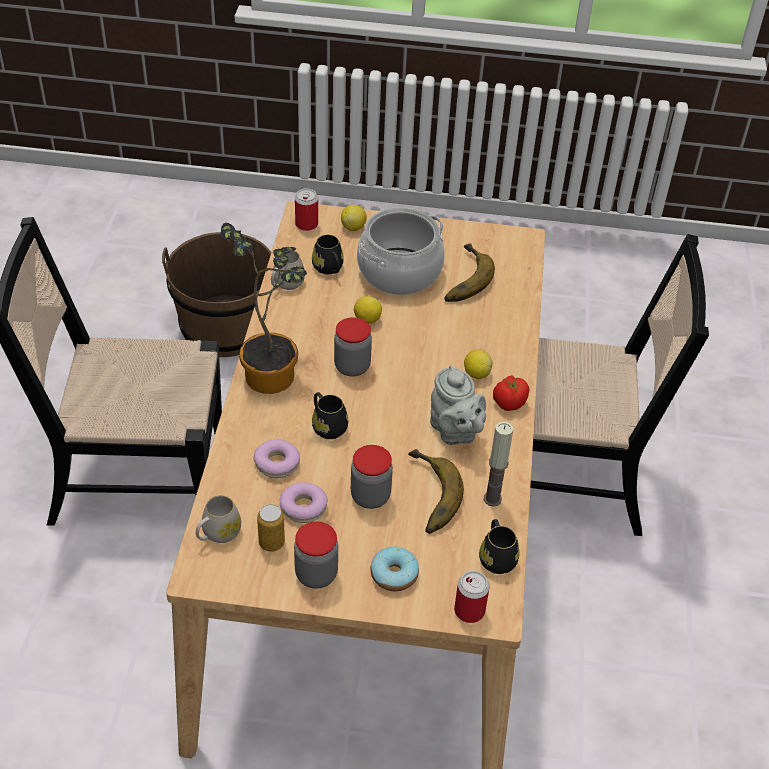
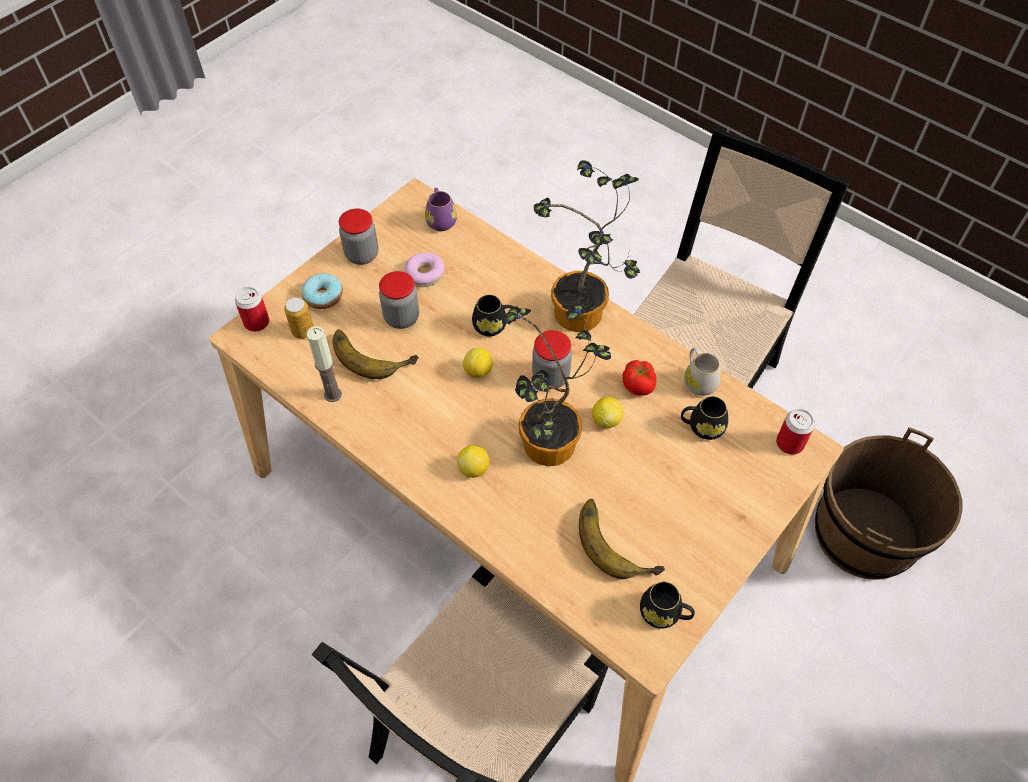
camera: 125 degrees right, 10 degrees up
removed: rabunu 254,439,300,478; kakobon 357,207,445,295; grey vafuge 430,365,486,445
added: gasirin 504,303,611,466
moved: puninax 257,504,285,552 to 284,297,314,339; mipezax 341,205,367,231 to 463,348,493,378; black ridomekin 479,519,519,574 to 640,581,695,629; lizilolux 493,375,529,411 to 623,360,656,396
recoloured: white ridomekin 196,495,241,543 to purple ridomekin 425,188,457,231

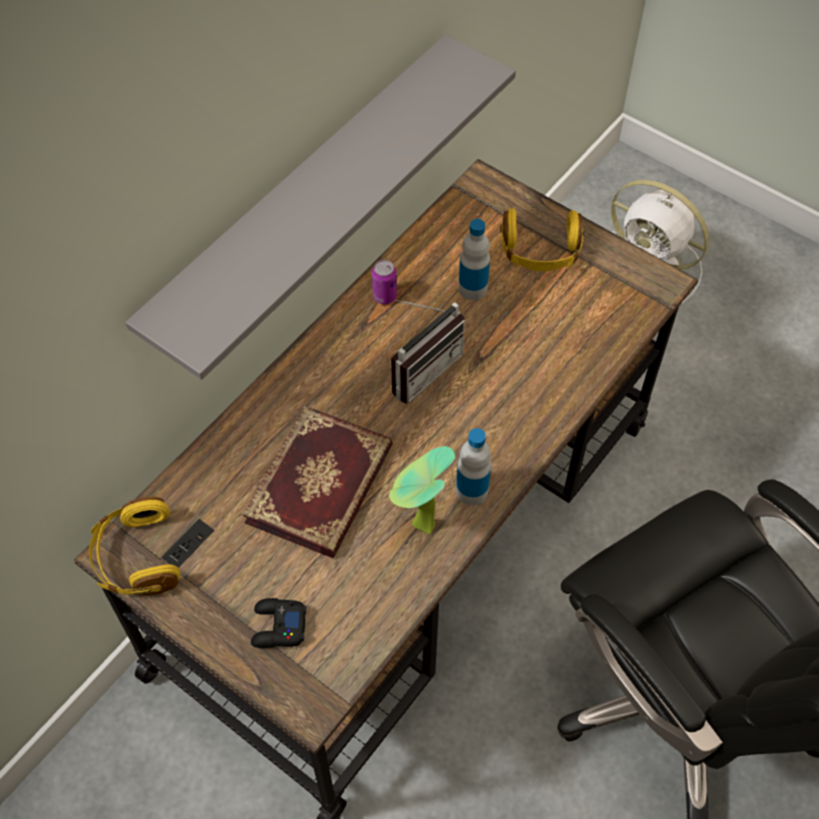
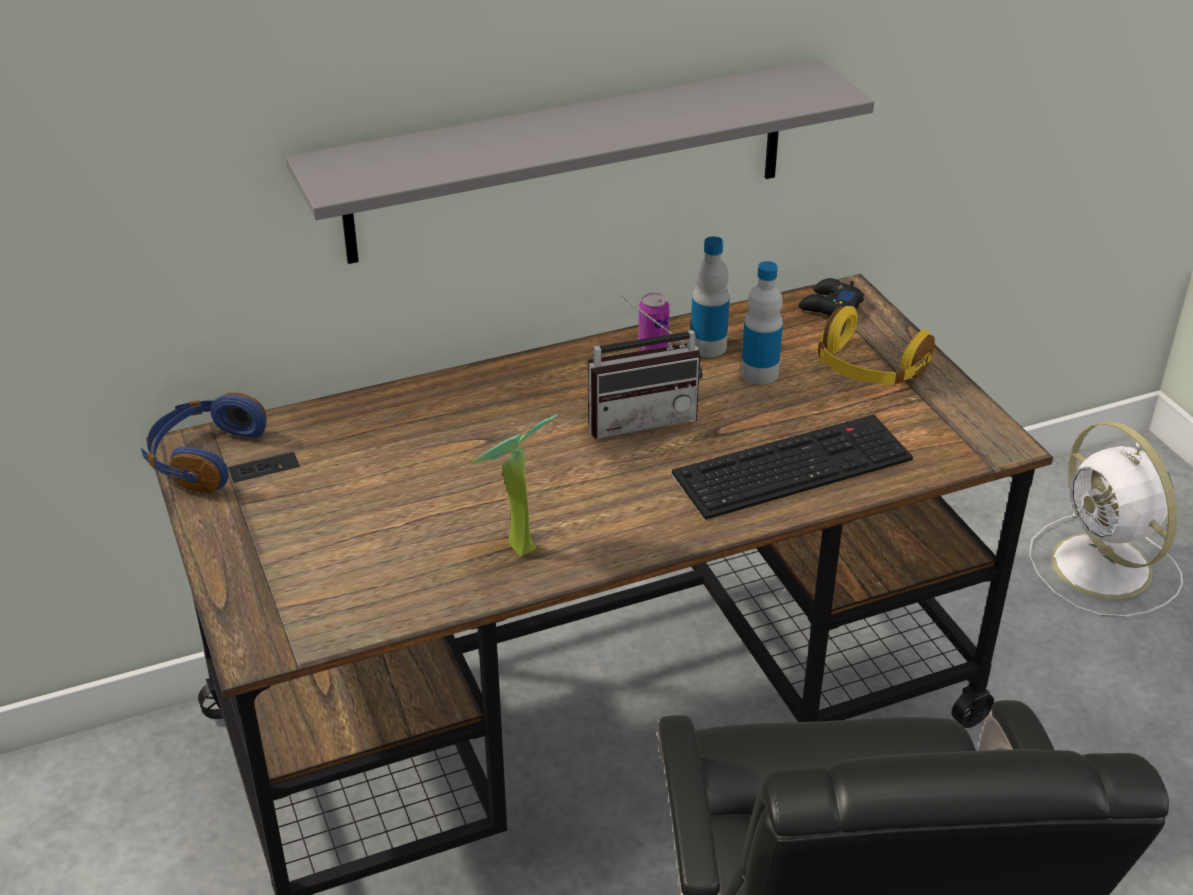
camera: 30 degrees right, 20 degrees down
removed: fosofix 243,406,393,558
added: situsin 672,414,913,520
moved: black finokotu 251,598,306,648 to 799,278,864,316; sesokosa 456,428,491,505 to 691,236,730,358
recoloured: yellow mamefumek 89,496,180,596 to blue mamefumek 141,393,267,493

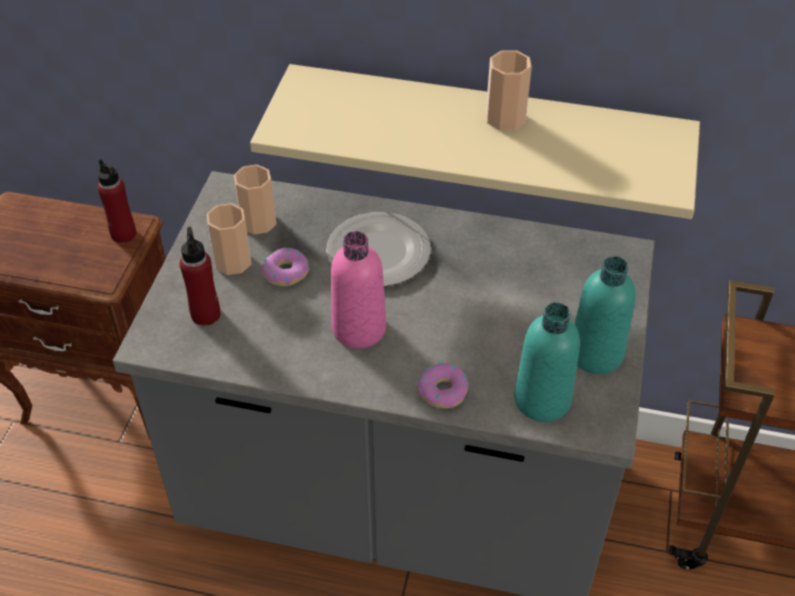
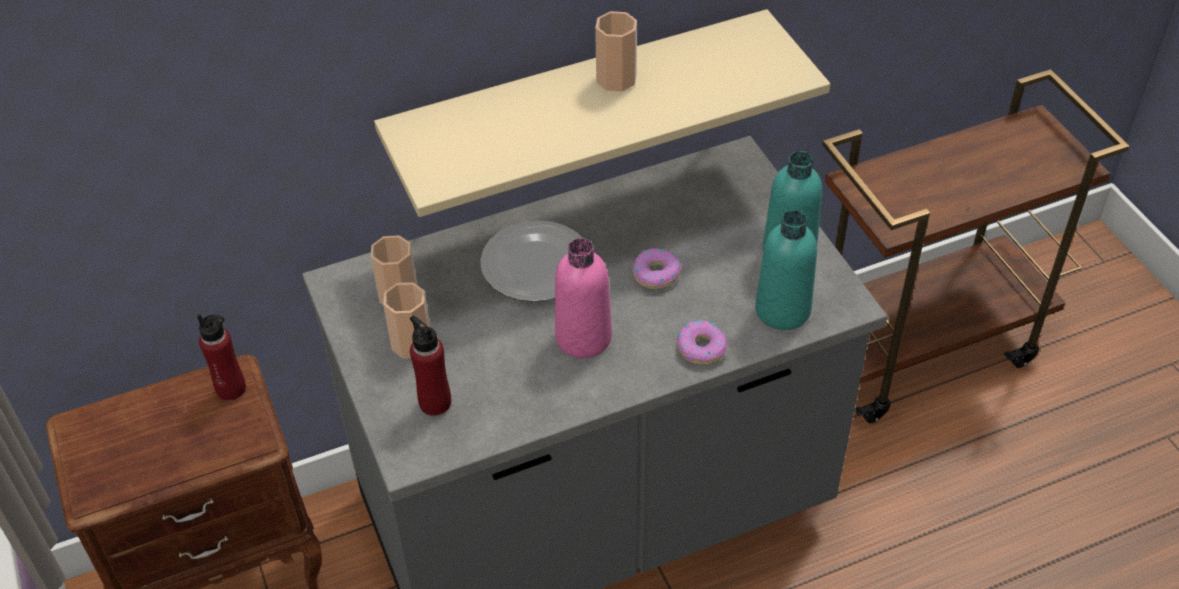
camera: 35 degrees left, 0 degrees up
moved: rabunu 262,248,309,287 to 633,248,681,289

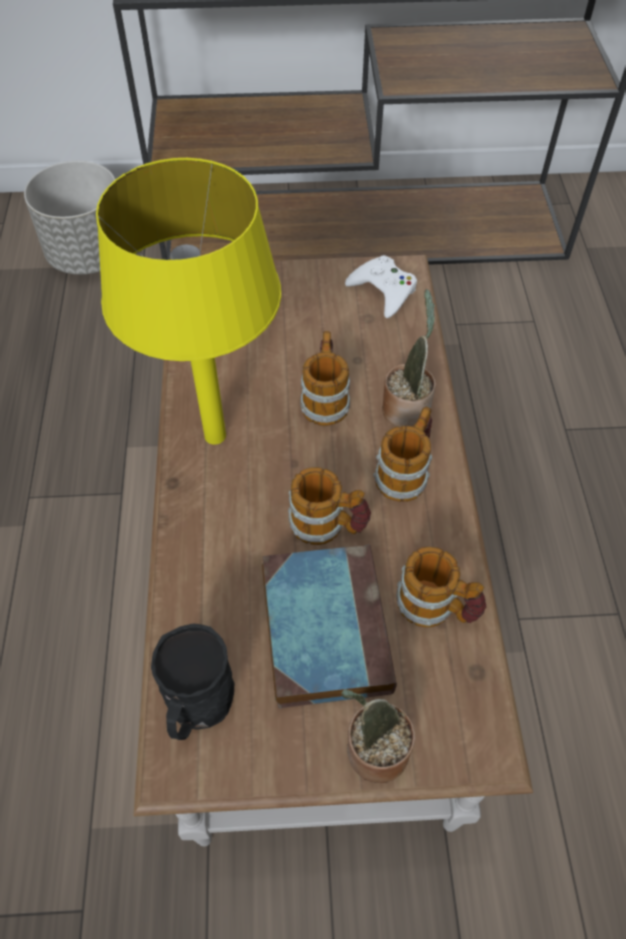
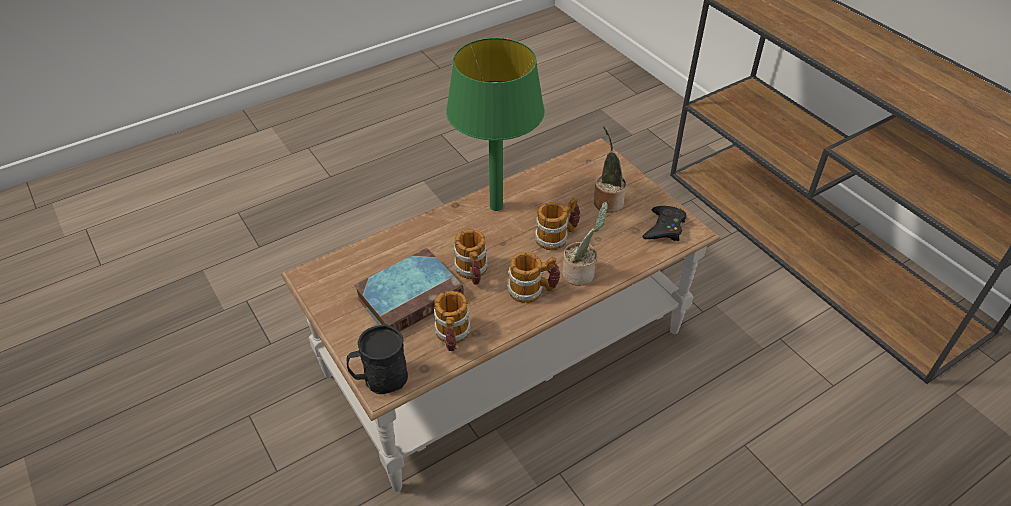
camera: 60 degrees right, 10 degrees down
removed: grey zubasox 24,161,115,275
moved: black ridomekin 151,623,234,740 to 346,324,408,394; gasirin 341,689,415,783 to 594,126,626,213
recoloured: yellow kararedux 96,158,281,445 to green kararedux 446,38,545,211; white finokotu 345,255,417,318 to black finokotu 642,206,687,241

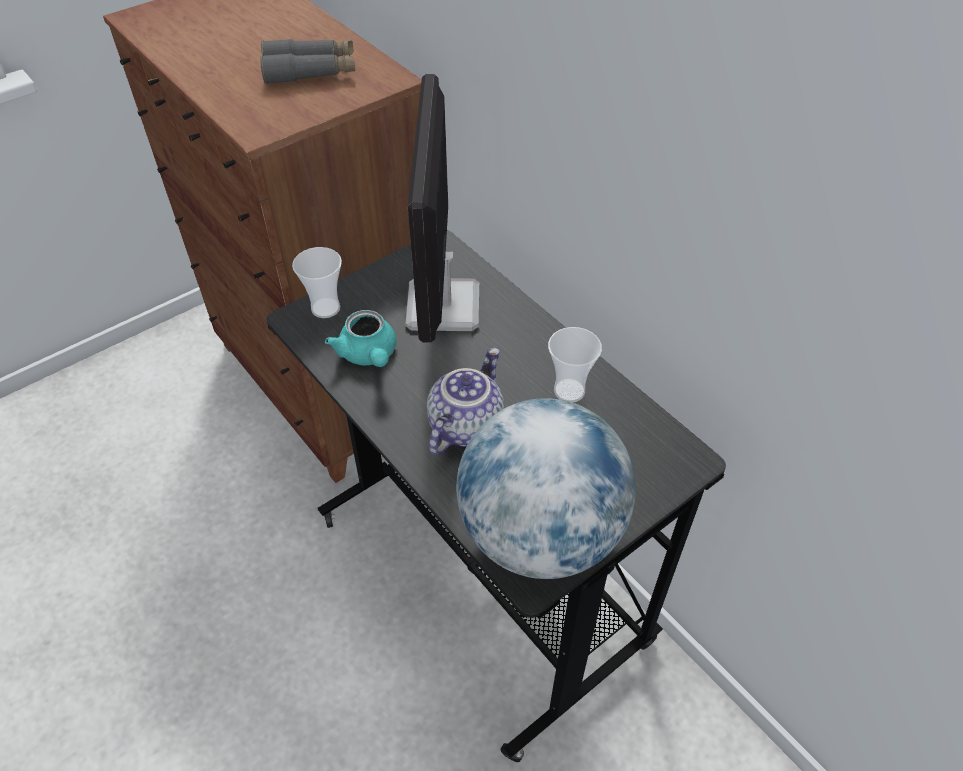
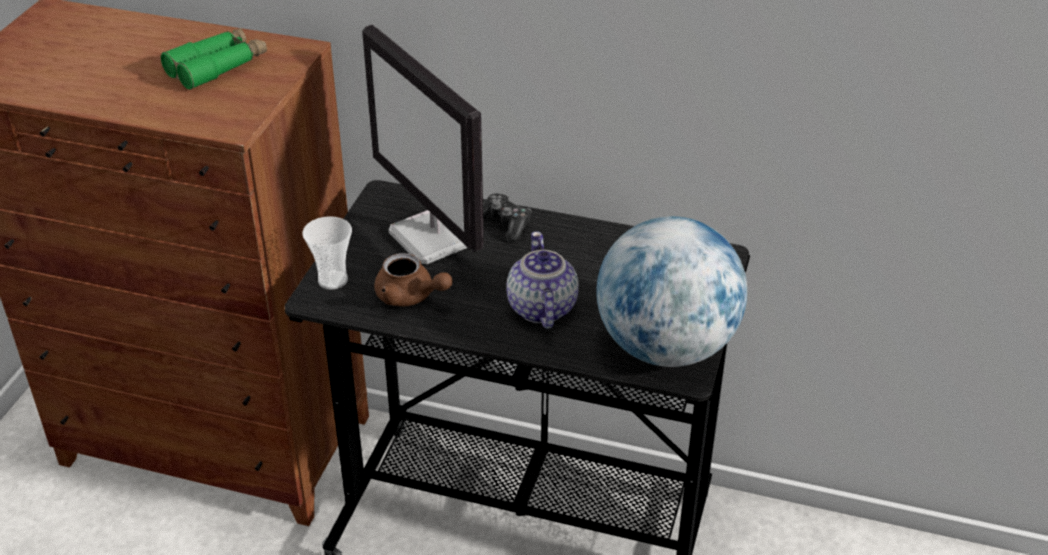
camera: 35 degrees left, 10 degrees down
removed: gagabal 548,327,602,402
added: finokotu 483,193,531,242
recoloured: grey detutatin 260,39,355,84 to green detutatin 161,28,267,90; turquoise vafuge 325,310,396,367 to brown vafuge 374,253,453,306

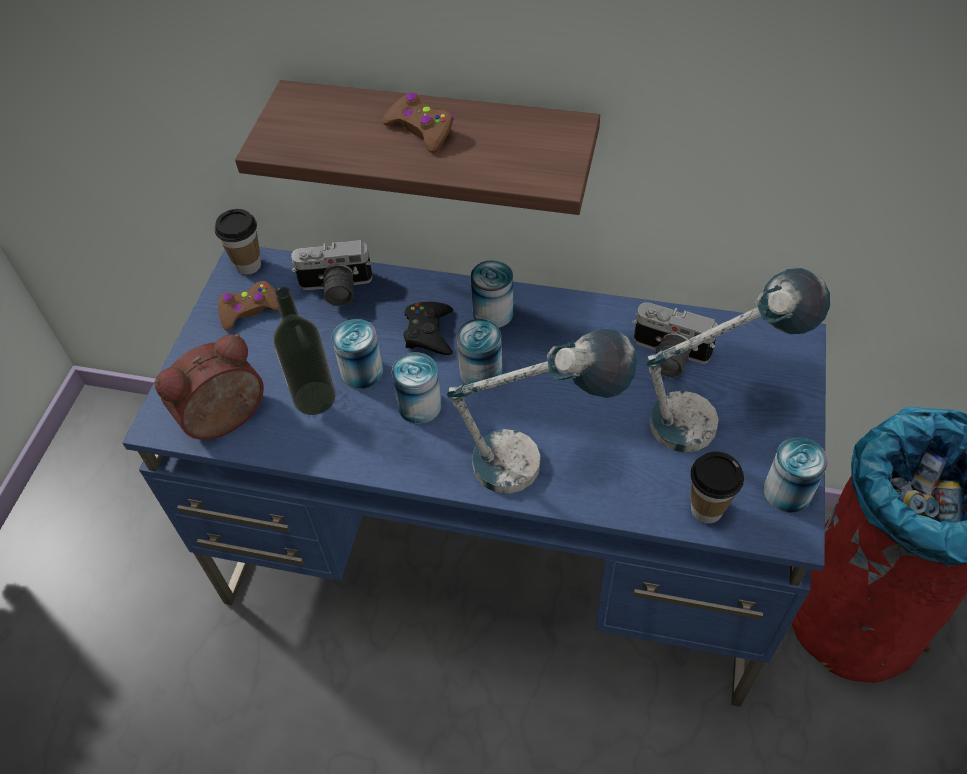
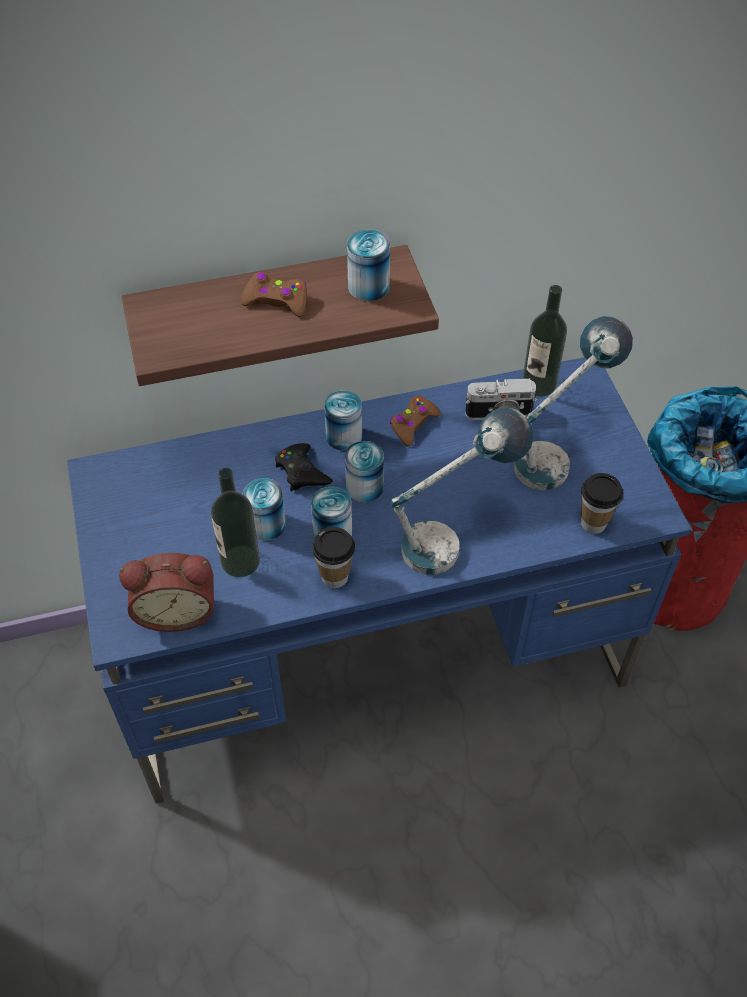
camera: 30 degrees left, 0 degrees up
removed: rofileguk 291,240,372,306
added: sesokosa 522,285,567,396
moved: gagabal 215,209,261,275 to 312,527,355,588; brown finokotu 218,281,279,330 to 390,395,441,446; puninax 763,437,828,513 to 347,230,390,302
turned: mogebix 155,334,264,440 = 119,553,214,632 120 degrees counterclockwise

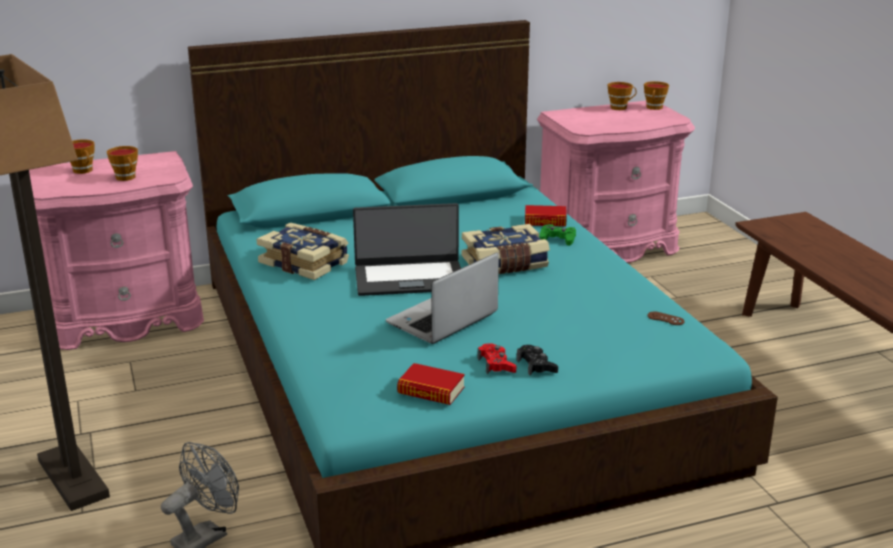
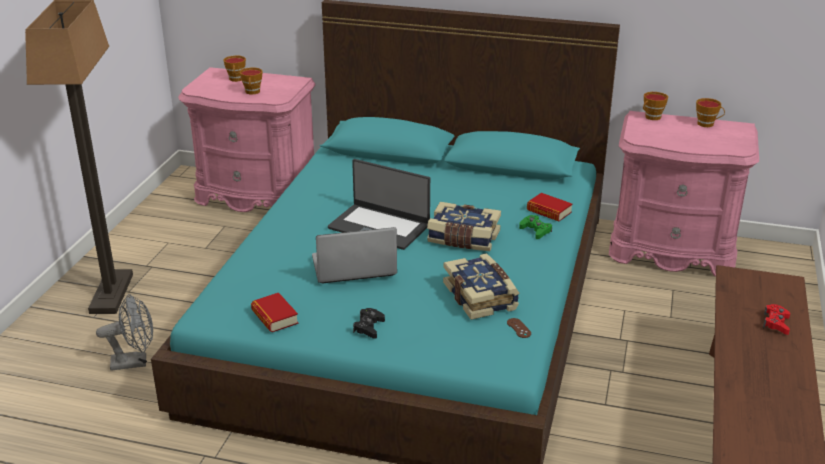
camera: 35 degrees right, 5 degrees up
moved: fosofix 256,223,349,280 to 443,253,519,320; red finokotu 477,343,516,374 to 763,304,790,335; gagabal 644,81,669,110 to 643,92,668,120

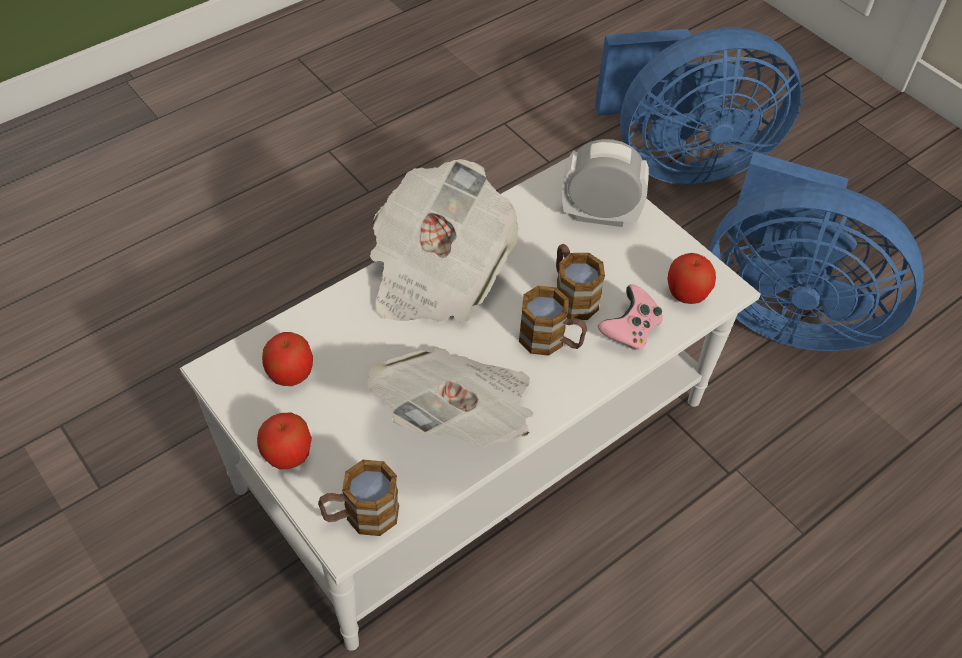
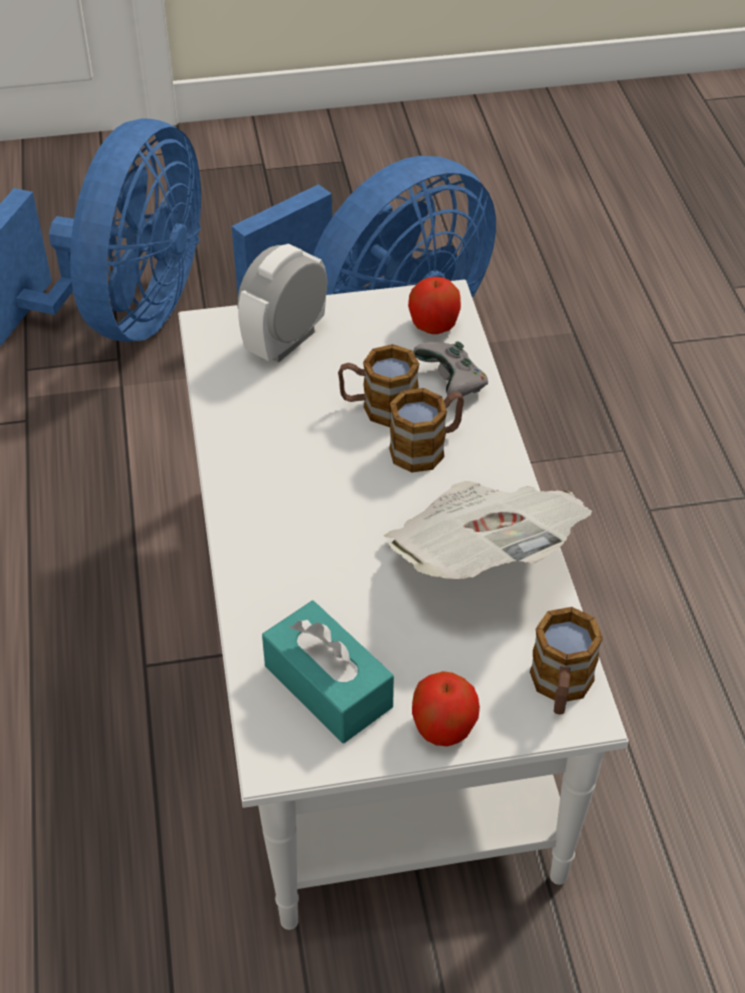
camera: 60 degrees left, 5 degrees down
removed: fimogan 370,159,519,322
replaced: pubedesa 262,332,313,386 to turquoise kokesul 262,601,394,743
recoloured: pink finokotu 598,284,663,350 to grey finokotu 413,341,488,396

